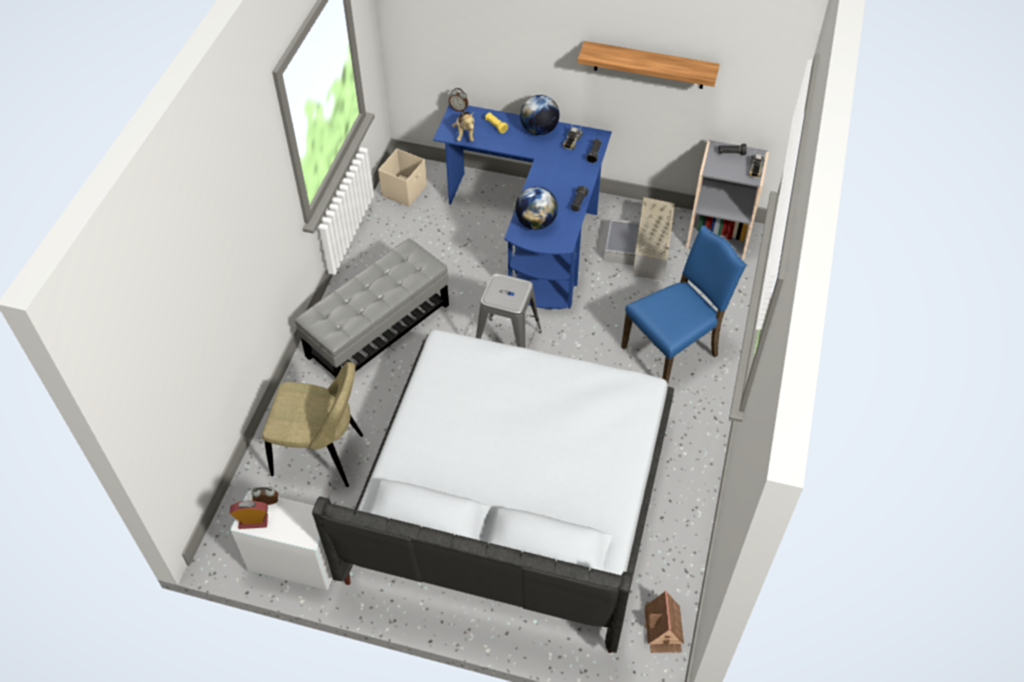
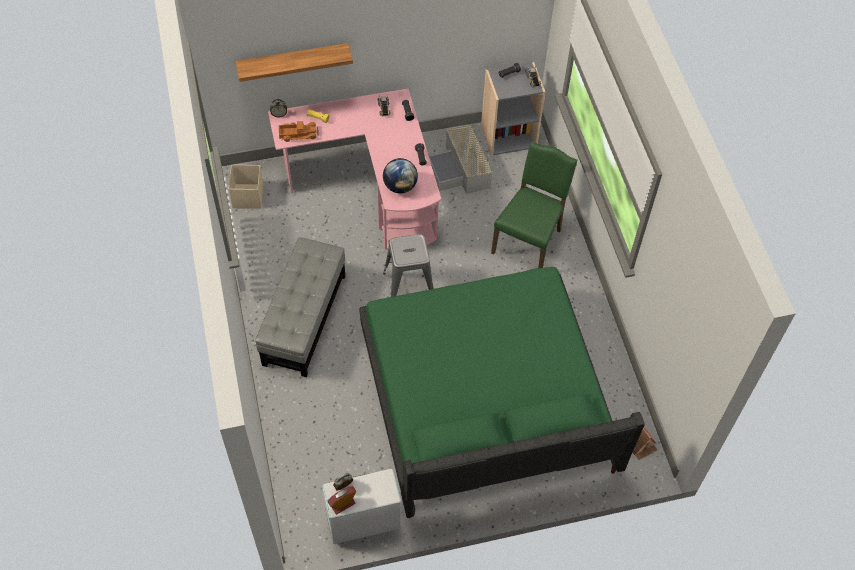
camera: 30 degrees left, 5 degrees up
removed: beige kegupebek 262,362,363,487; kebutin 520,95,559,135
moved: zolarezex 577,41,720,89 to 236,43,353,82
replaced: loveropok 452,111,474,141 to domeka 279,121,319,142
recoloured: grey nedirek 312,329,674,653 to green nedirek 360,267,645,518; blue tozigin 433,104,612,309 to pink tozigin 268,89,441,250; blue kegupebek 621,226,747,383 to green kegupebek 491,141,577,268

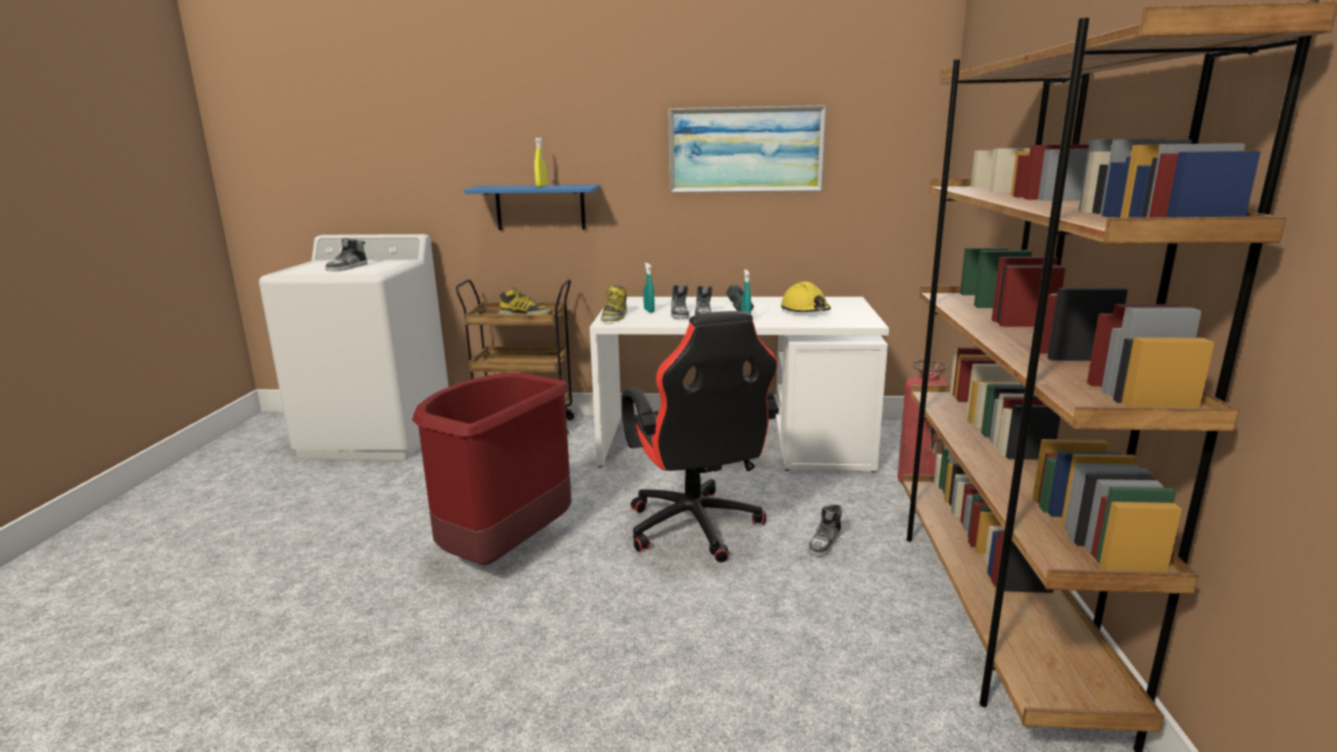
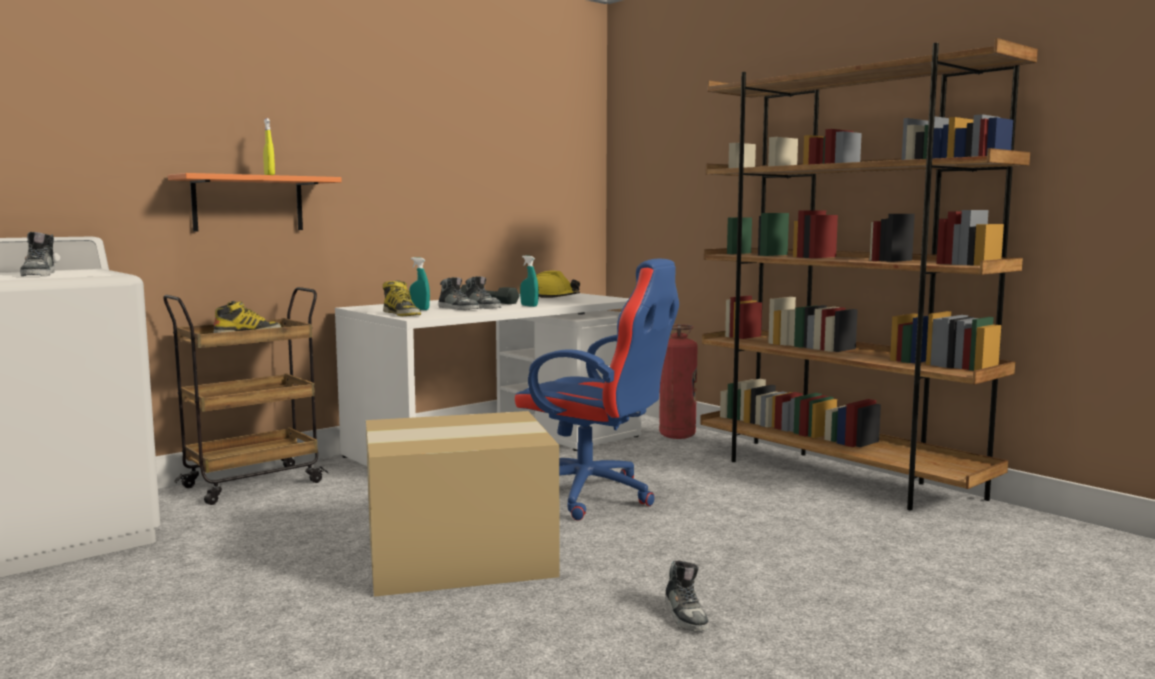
camera: 45 degrees left, 10 degrees down
removed: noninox 668,105,827,194
moved: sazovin 809,504,843,557 to 665,561,709,631
replaced: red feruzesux 412,373,572,565 to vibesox 366,411,560,597
recoloured: blue zolarezex 464,185,600,230 to orange zolarezex 168,173,342,232; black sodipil 621,311,779,562 to blue sodipil 515,259,679,521

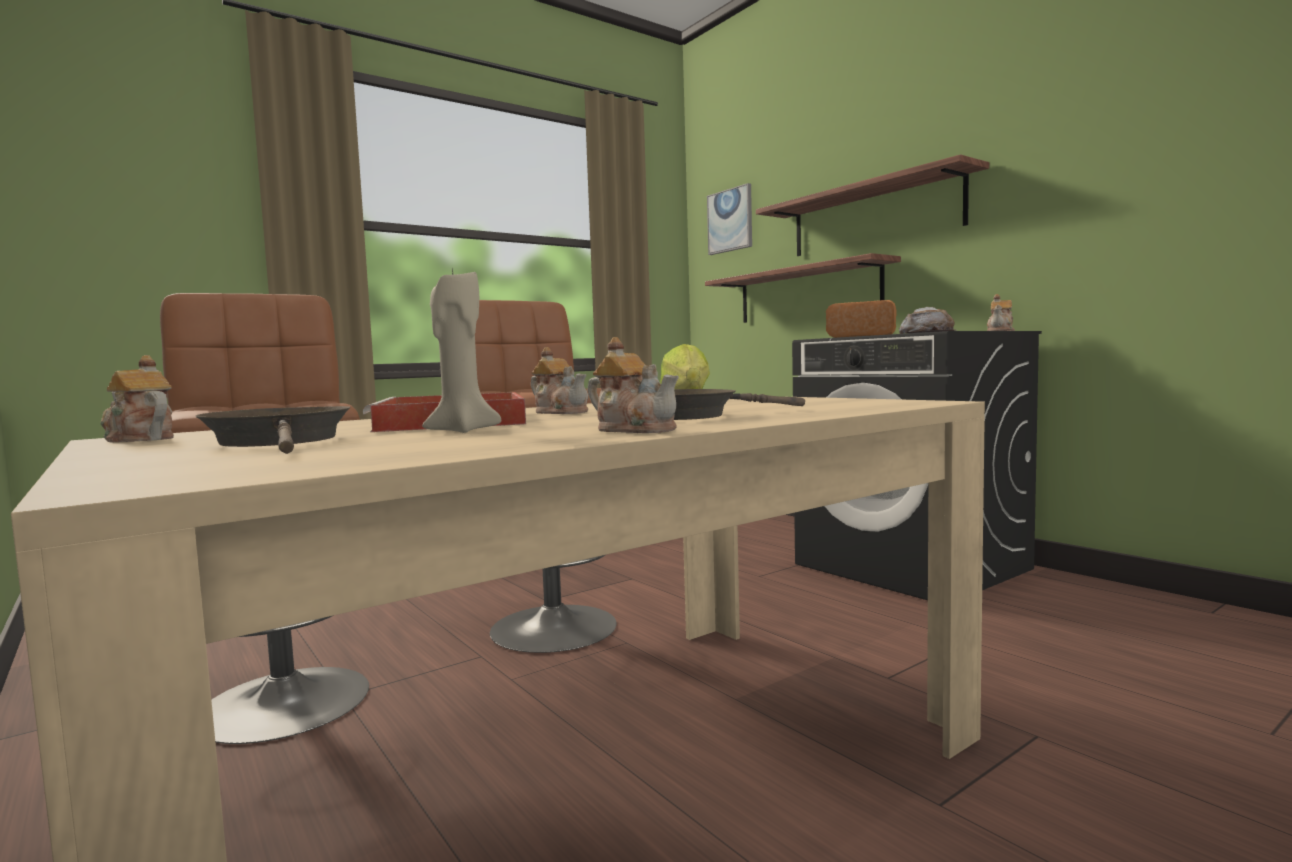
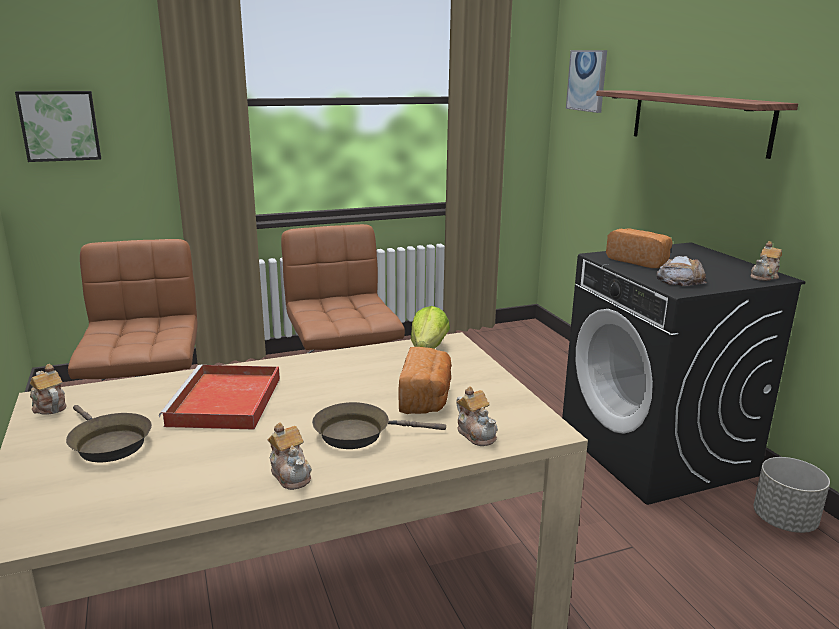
camera: 15 degrees right, 15 degrees up
removed: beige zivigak 422,267,501,433; zolarezex 705,253,901,323
added: noninox 15,91,101,162; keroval 399,347,452,414; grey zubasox 754,457,830,533
moved: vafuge 531,347,588,414 to 456,386,498,446
turned: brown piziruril 196,406,350,454 = 66,405,152,462 150 degrees clockwise

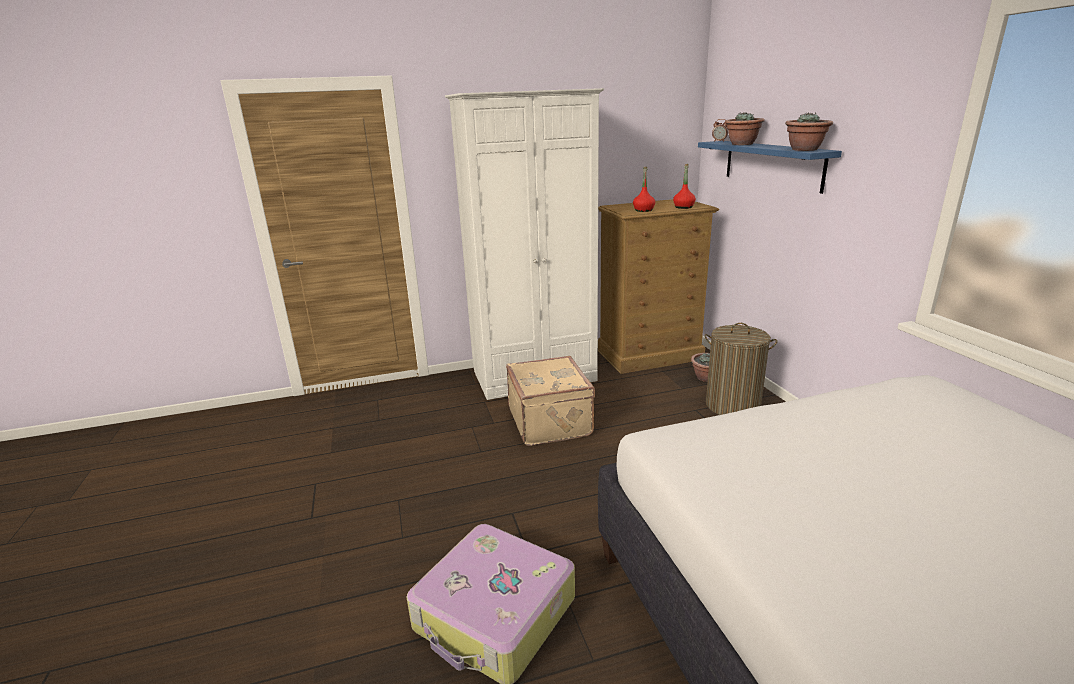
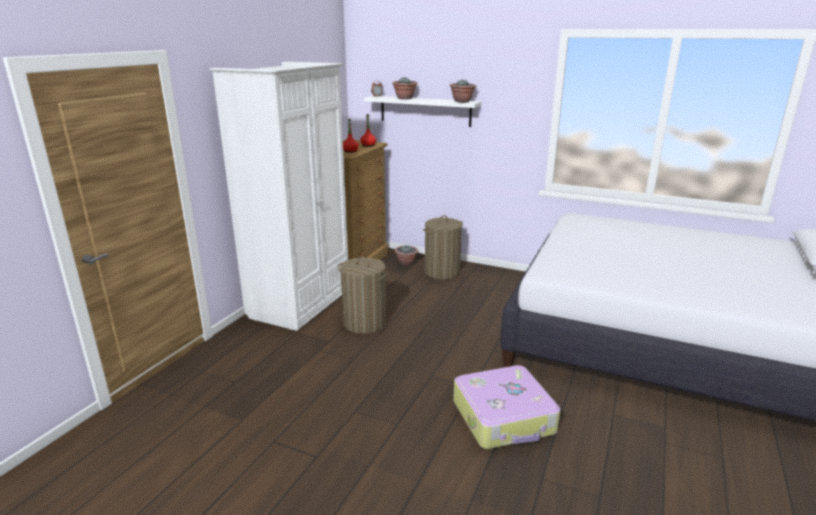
camera: 50 degrees left, 0 degrees up
replaced: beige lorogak 506,356,595,446 to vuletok 338,256,388,334
recoloured: blue zolarezex 698,141,842,194 to white zolarezex 364,96,481,127

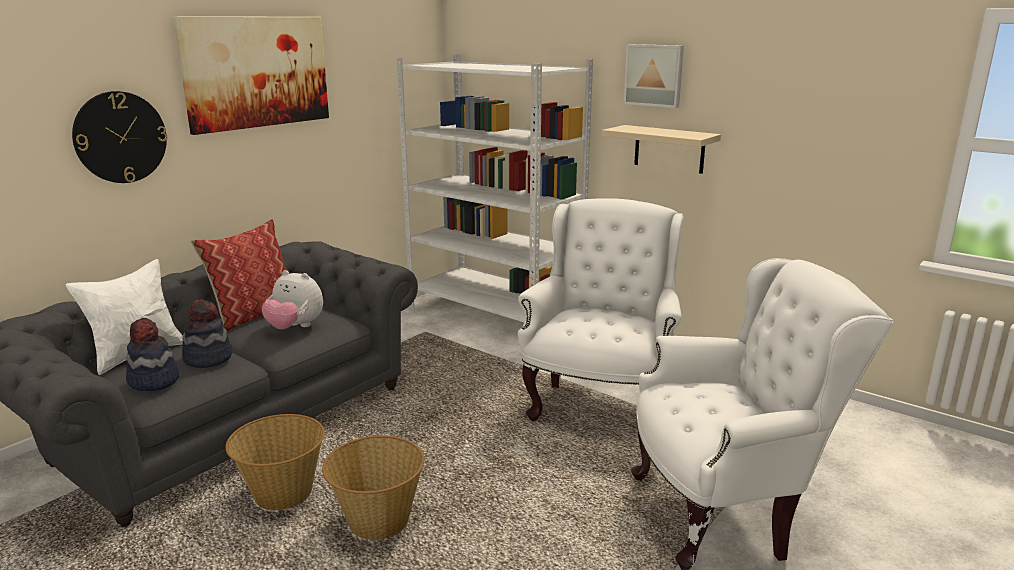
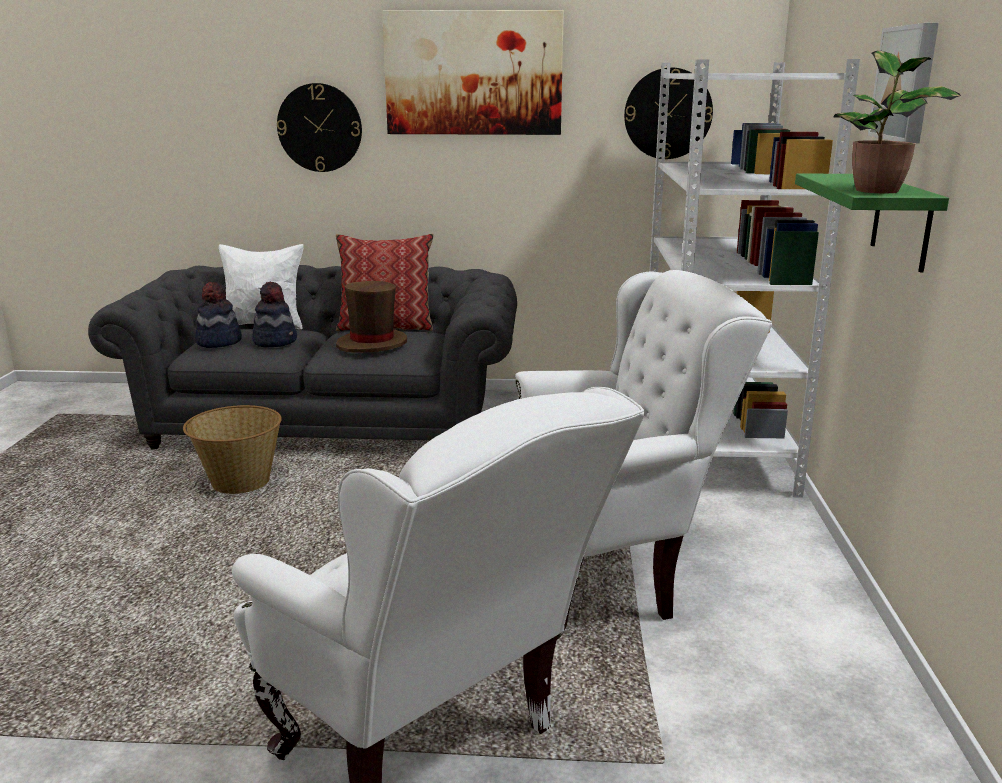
camera: 55 degrees right, 0 degrees up
removed: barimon 322,435,424,540
added: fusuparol 624,67,713,159; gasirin 834,51,961,193
replaced: loveropok 262,270,323,330 to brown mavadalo 336,281,407,353
recoloured: beige zolarezex 602,125,721,174 to green zolarezex 795,173,949,273

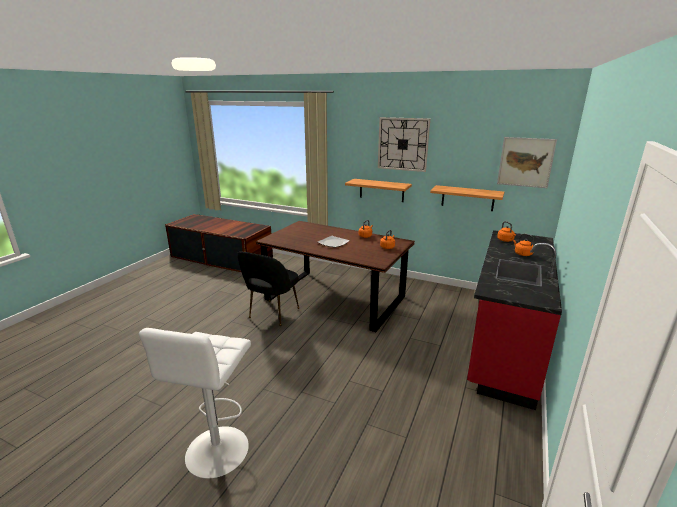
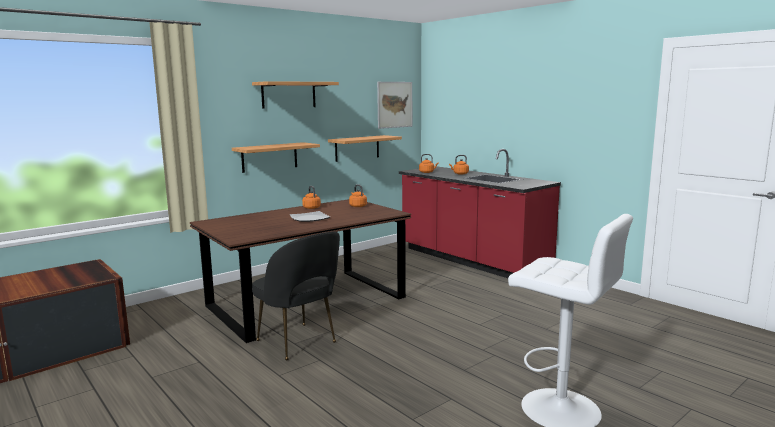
camera: 65 degrees left, 10 degrees down
replaced: fusuparol 378,117,430,172 to zolarezex 252,81,339,109

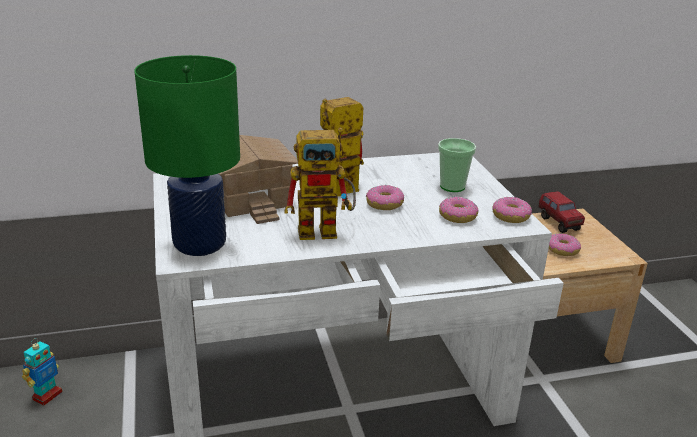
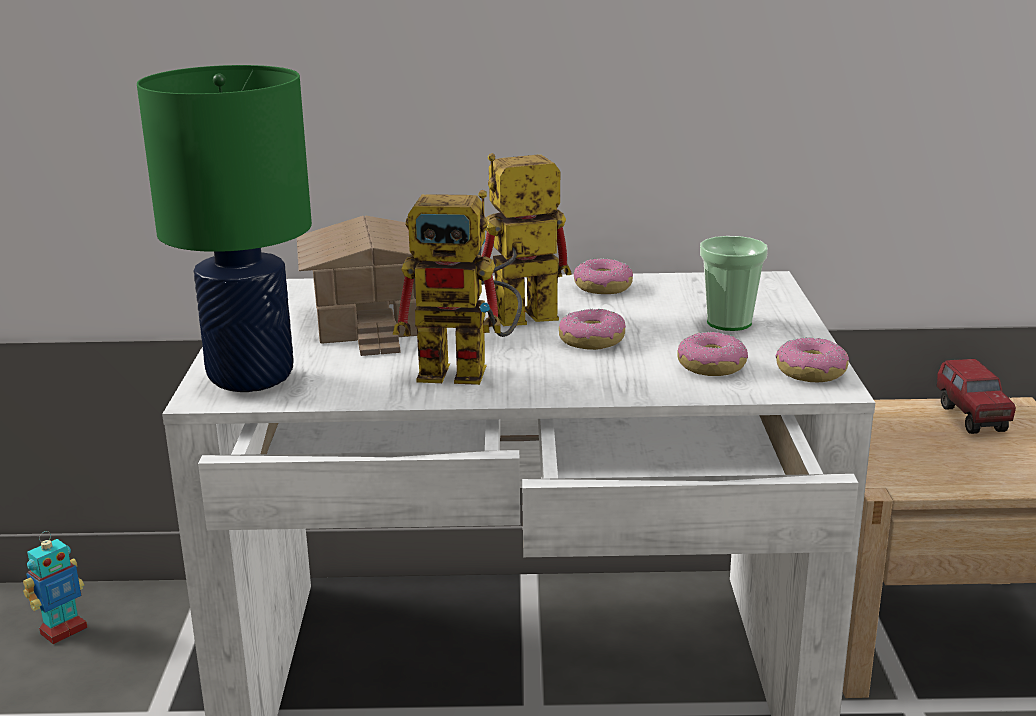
camera: 15 degrees right, 5 degrees down
moved: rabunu 549,234,581,256 to 574,259,633,294

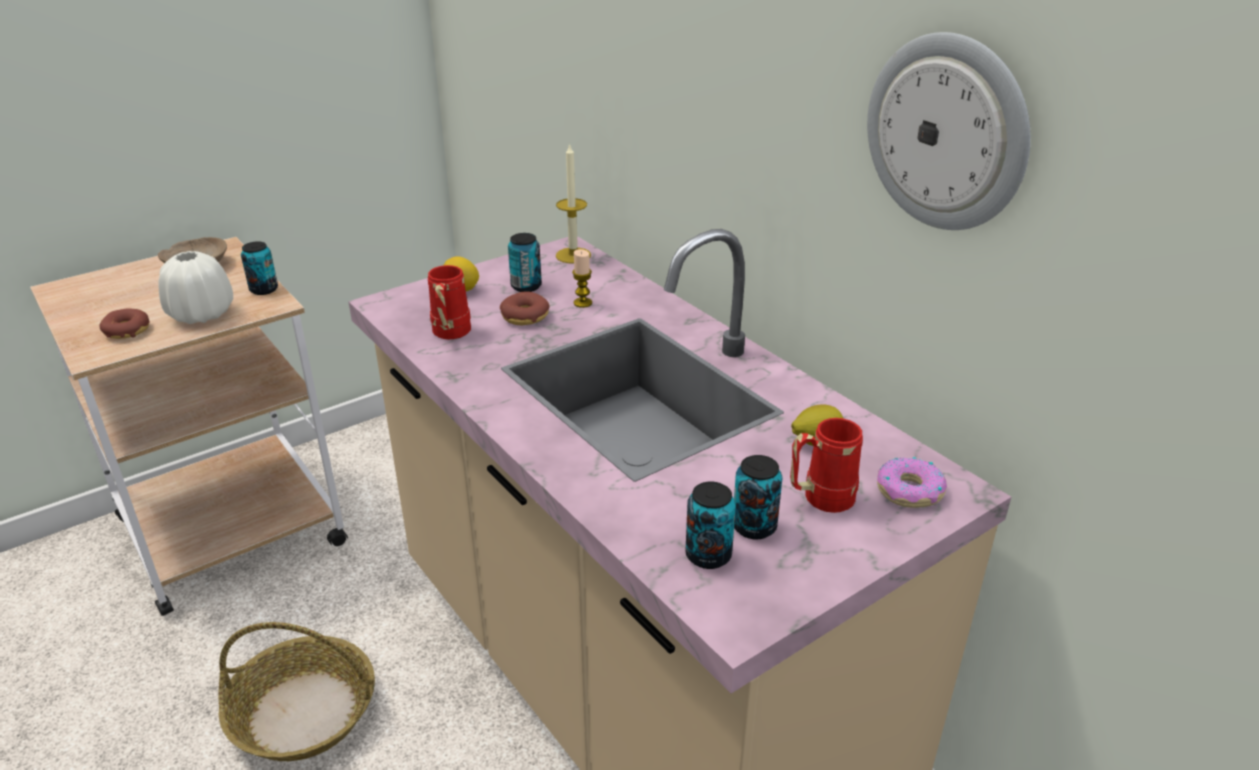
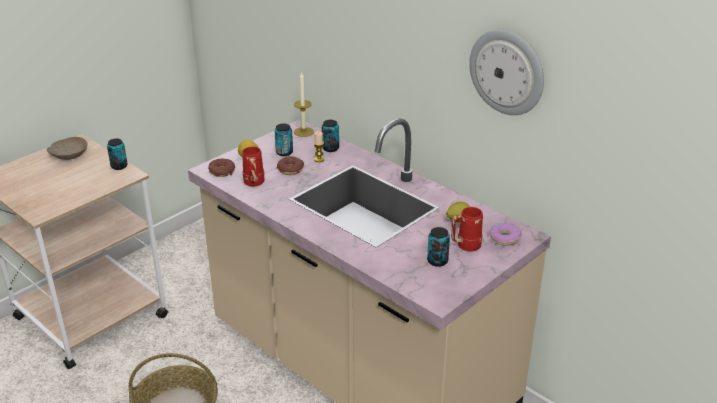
camera: 10 degrees left, 0 degrees up
removed: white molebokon 159,251,233,324
moved: rabunu 99,308,150,339 to 208,159,235,177; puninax 685,482,736,569 to 322,120,339,152

